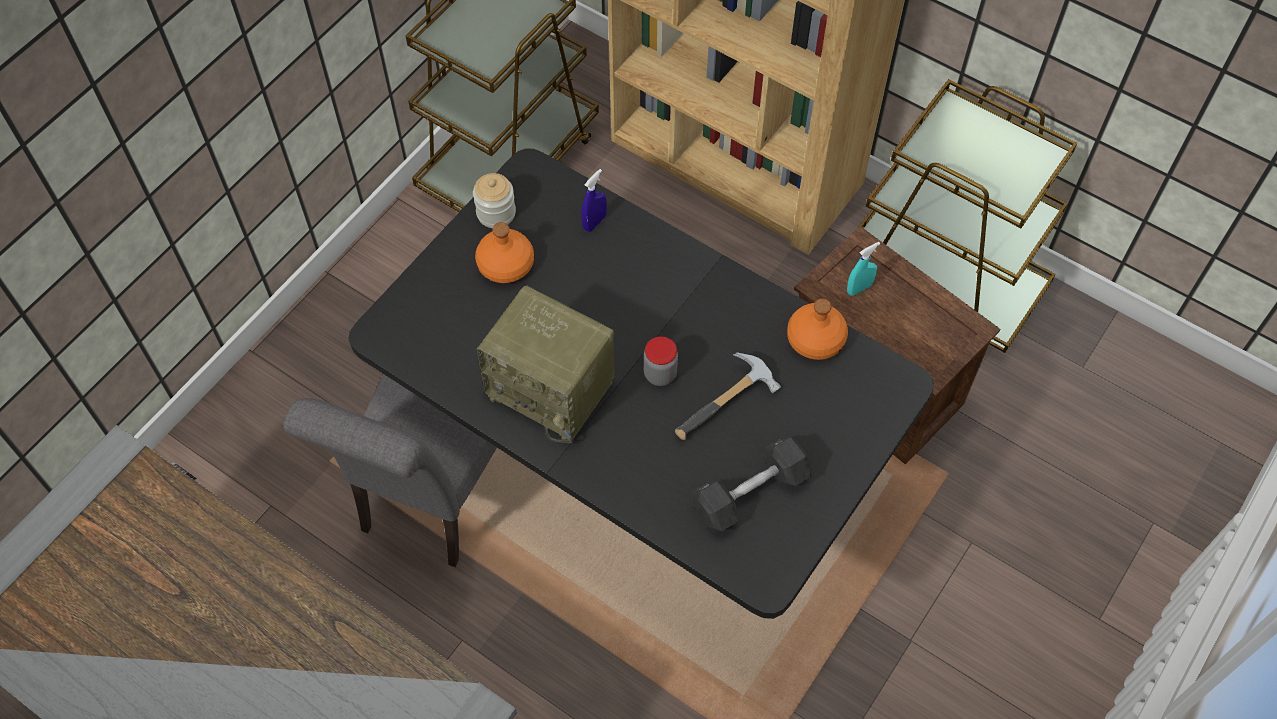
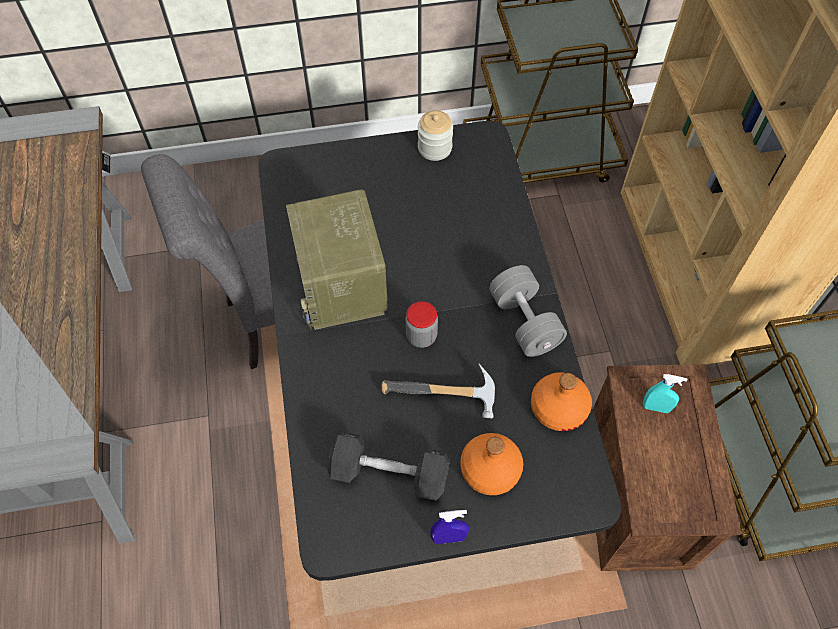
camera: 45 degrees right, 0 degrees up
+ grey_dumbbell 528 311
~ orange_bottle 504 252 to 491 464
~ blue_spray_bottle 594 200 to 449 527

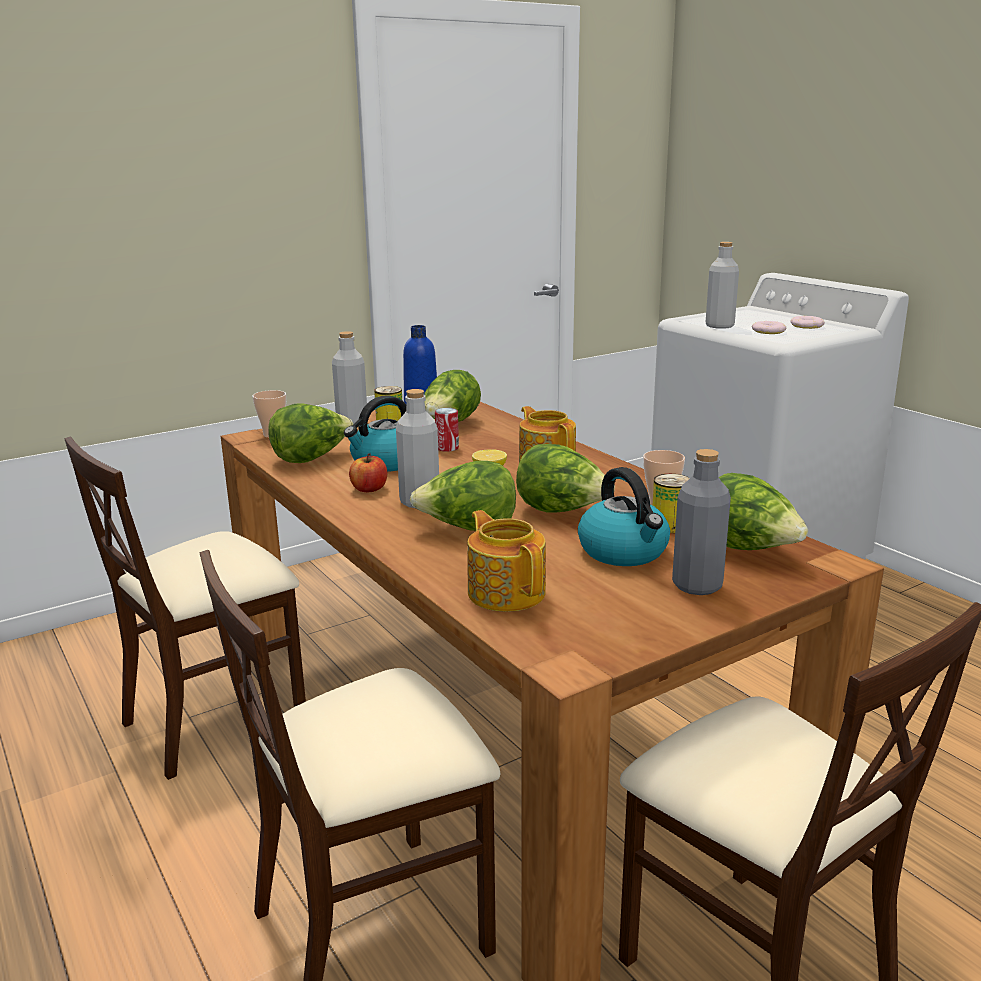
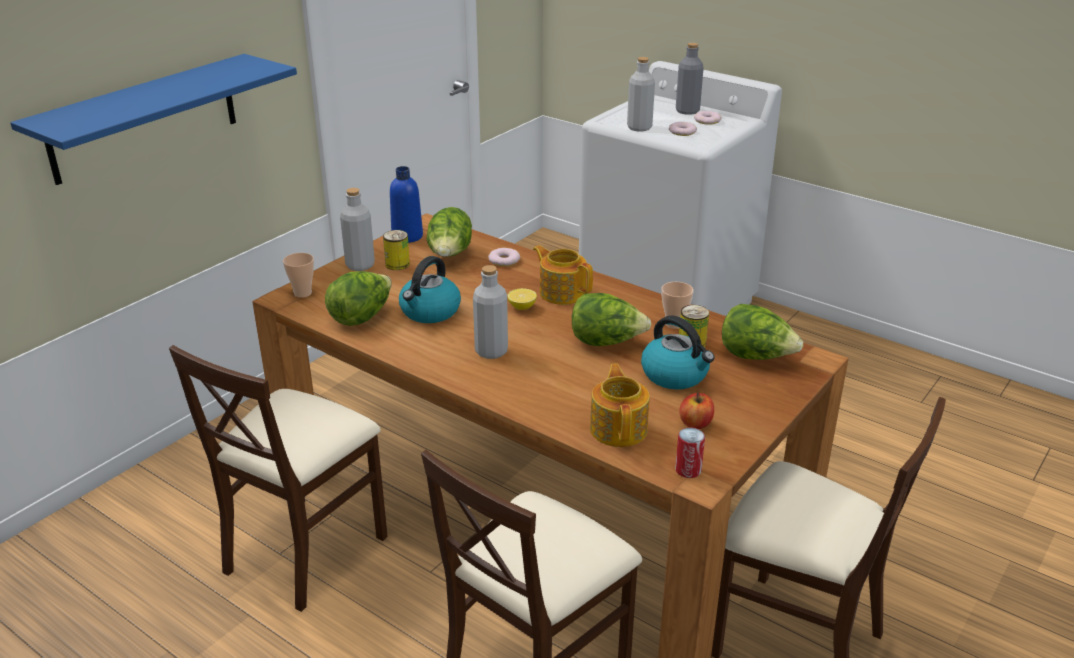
camera: 20 degrees left, 10 degrees up
- lettuce 463 496
+ blue_shelf 153 119
+ donut 504 257
~ apple 368 472 to 696 411
~ can 447 430 to 690 453
~ grey_bottle 701 522 to 690 79
~ teapot 506 561 = 620 405 45 degrees clockwise

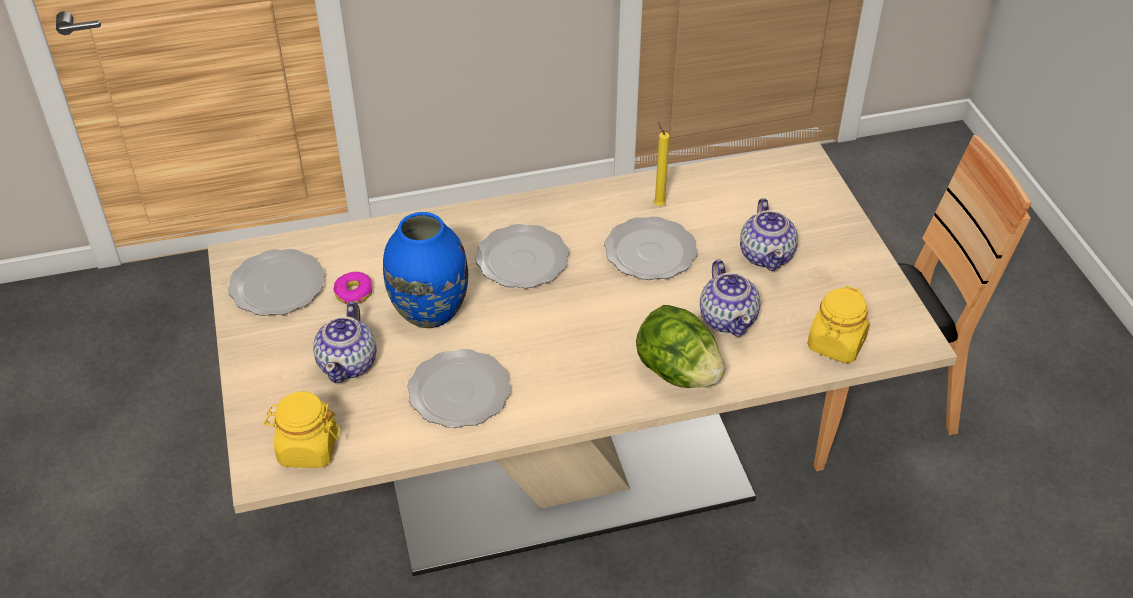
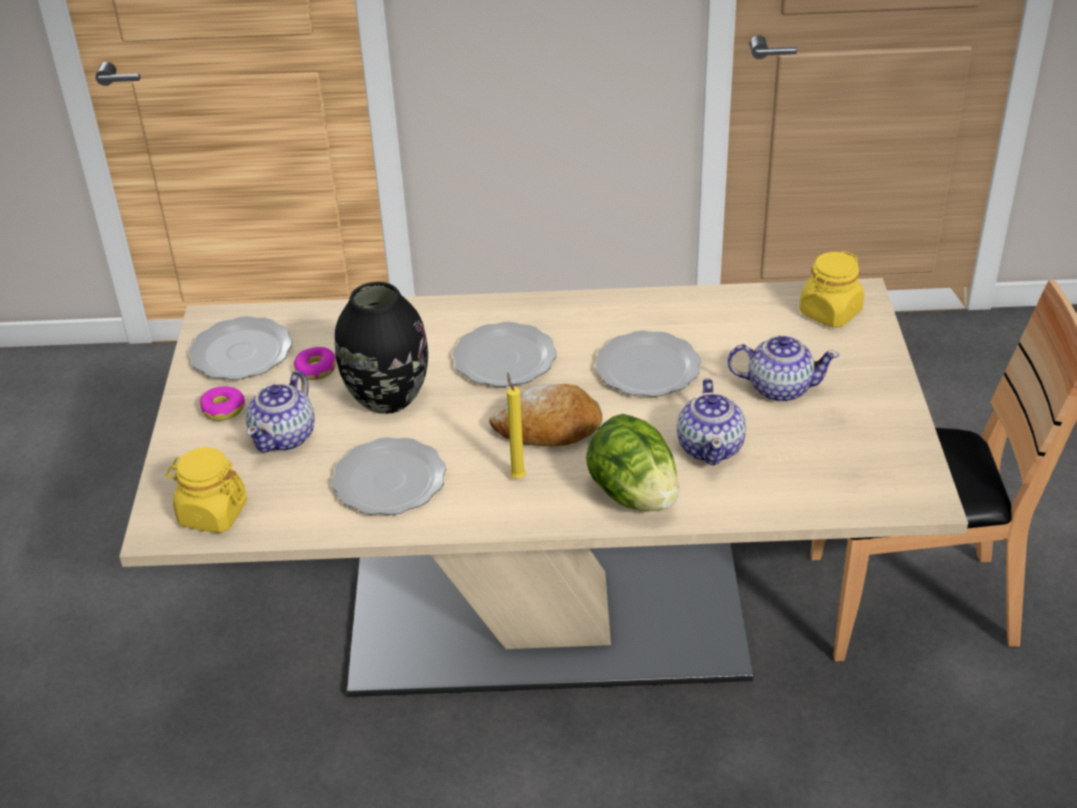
camera: 15 degrees right, 5 degrees down
+ donut 222 404
+ bread 545 415
~ yellow_candle 662 164 to 516 425
~ yellow_jar 838 324 to 832 289
~ blue_vase 425 270 to black_vase 381 348
~ teapot 769 234 = 783 368 90 degrees counterclockwise

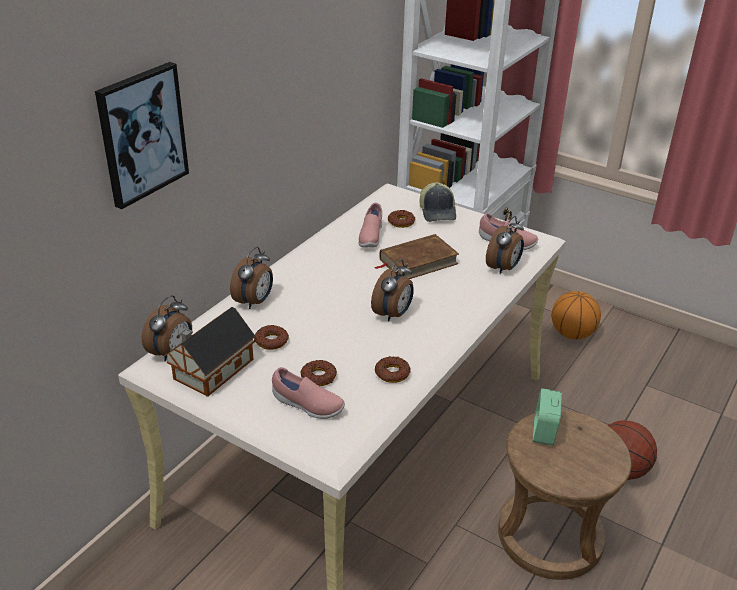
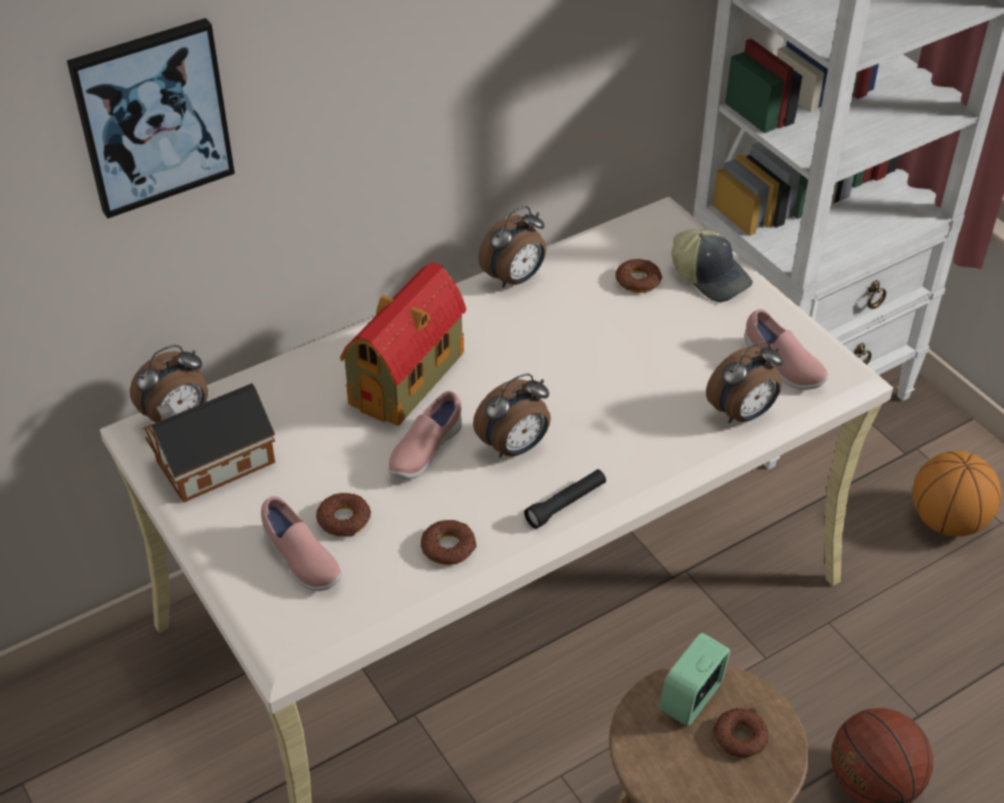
camera: 25 degrees right, 10 degrees up
- brown_book 417 256
+ toy_house 403 344
+ black_flashlight 565 499
~ alarm_clock 251 278 to 512 247
~ donut 271 337 to 740 733
~ pink_shoe 370 225 to 425 435
~ cap 438 202 = 712 265 60 degrees counterclockwise

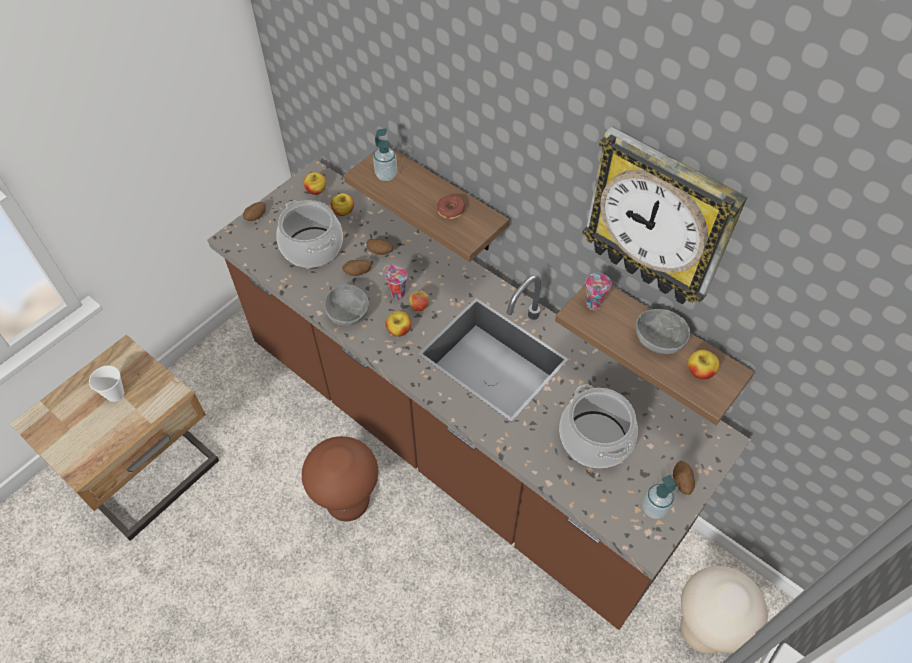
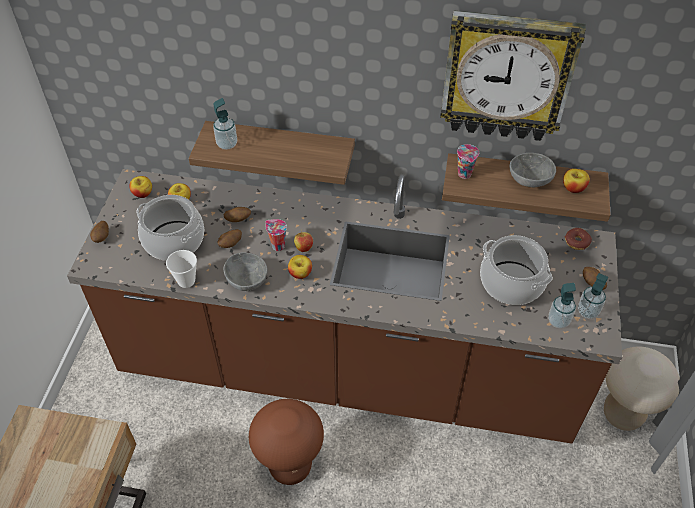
camera: 30 degrees left, 5 degrees down
+ soap_dispenser 562 306
~ cup 106 383 to 181 269
~ donut 451 207 to 578 239

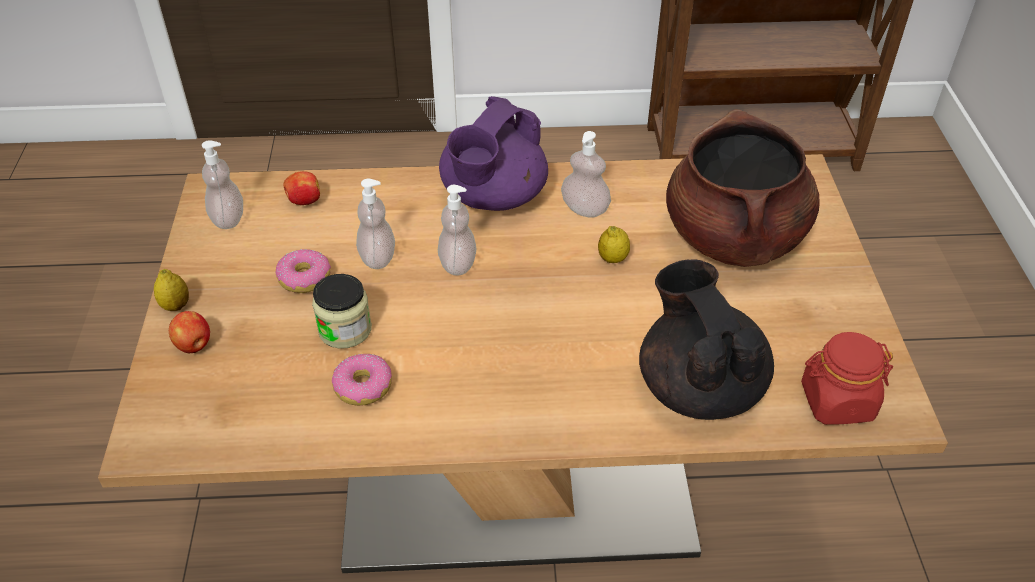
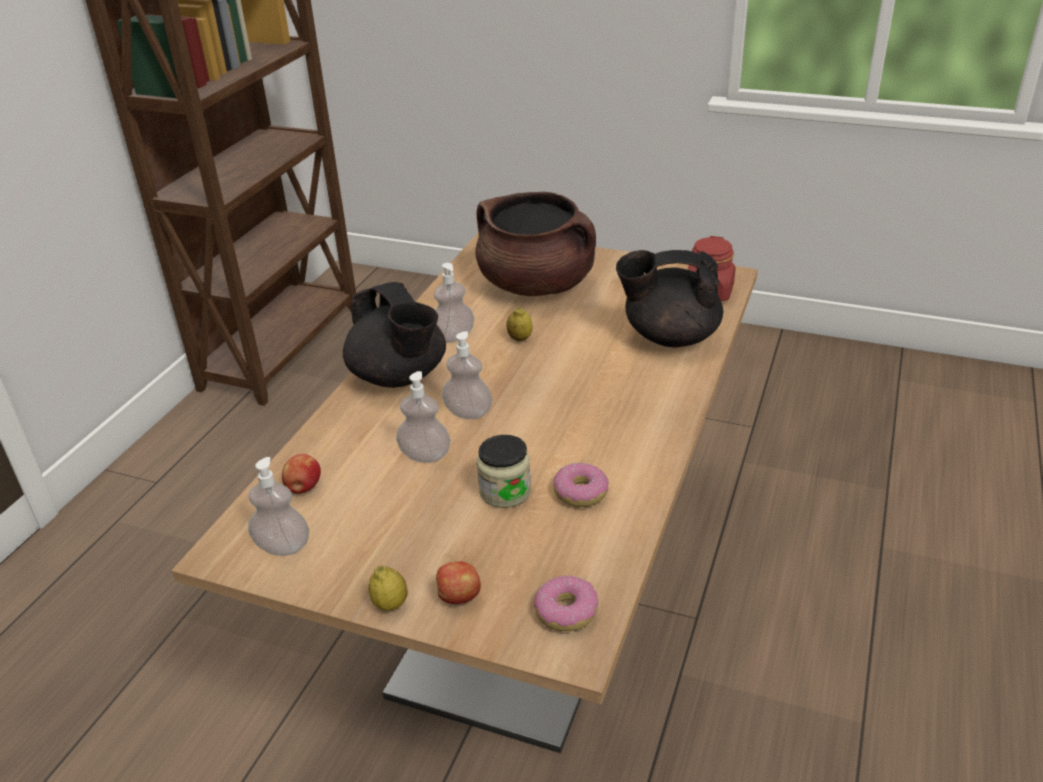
camera: 65 degrees left, 10 degrees down
~ donut 303 271 to 566 603
~ purple_teapot 493 153 to black_teapot 394 335

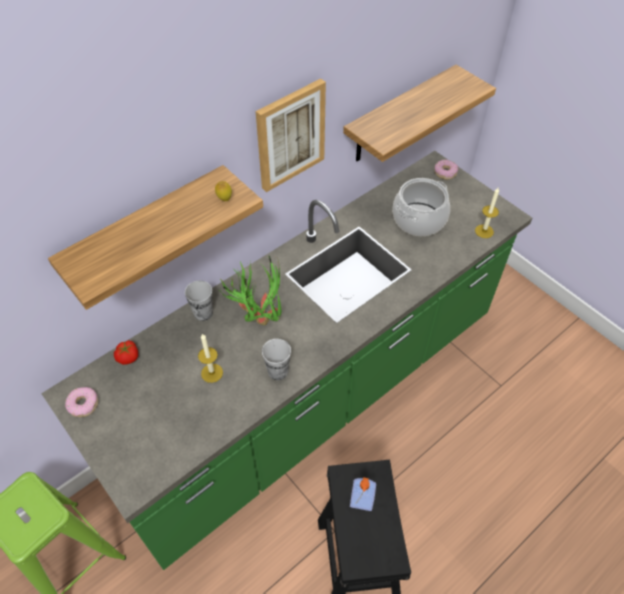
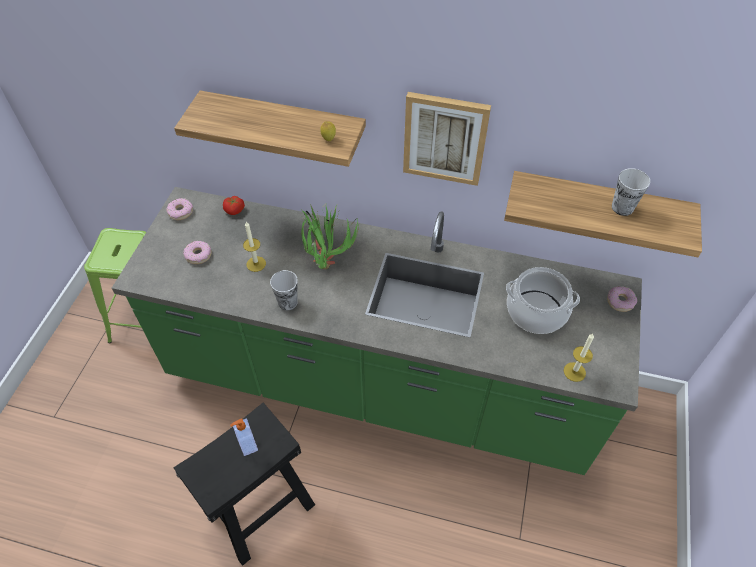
camera: 55 degrees right, 0 degrees up
+ donut 197 252
~ cup 199 301 to 631 192

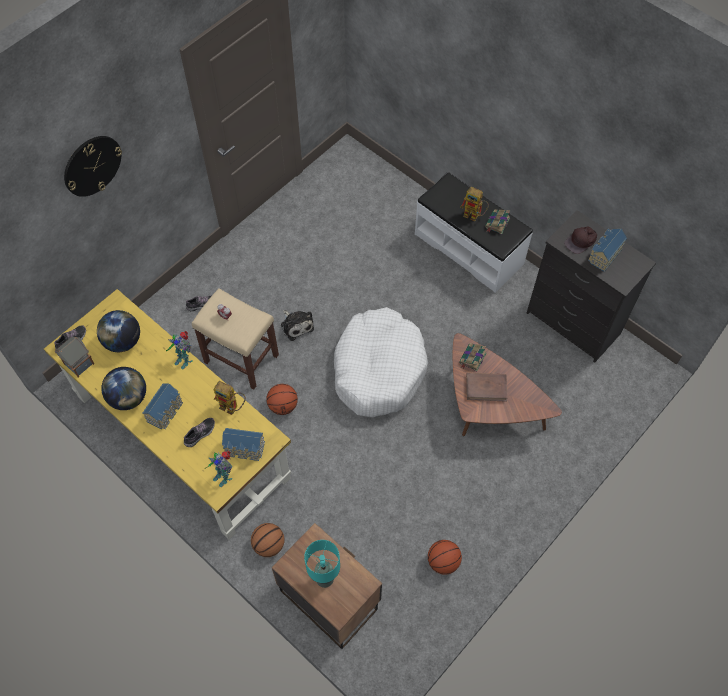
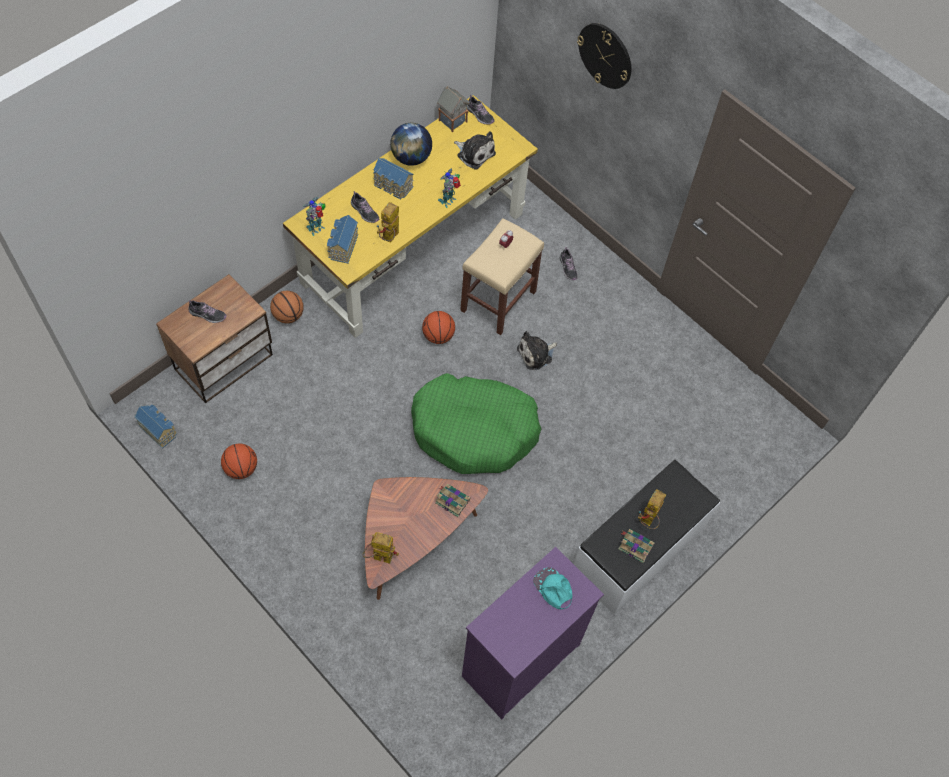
camera: 90 degrees right, 0 degrees up
- brown_book 486 387
+ toy_robot 381 548
~ toy_house 607 250 to 155 426
~ globe 118 331 to plush_toy 475 150
~ turquoise_table_lamp 322 564 to shoe 207 311
~ white_dog_bed 381 362 to green_dog_bed 476 423
~ black_dresser 591 286 to purple_dresser 533 633
~ brown_cap 580 240 to turquoise_cap 553 588

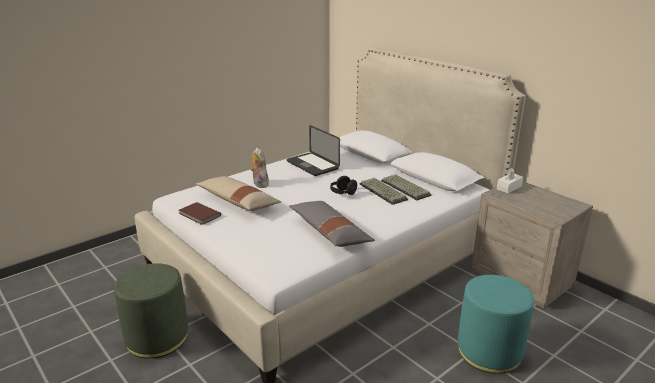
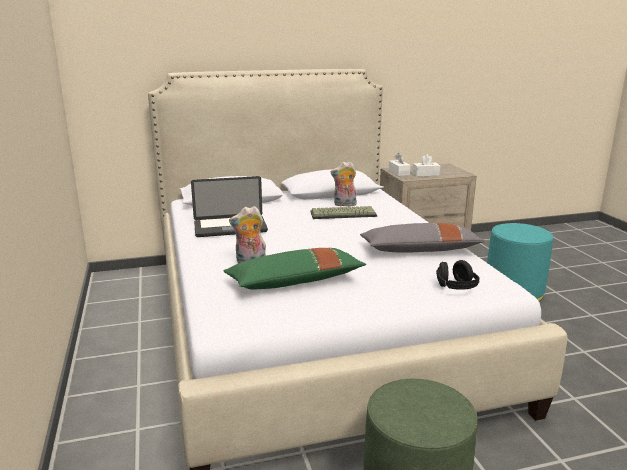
camera: 65 degrees left, 5 degrees down
- brown_book 200 213
+ white_tissue_box 426 165
~ black_headphones 343 185 to 458 275
~ keyboard 406 187 to plush_toy 344 184
~ beige_pillow 238 193 to green_pillow 295 269

